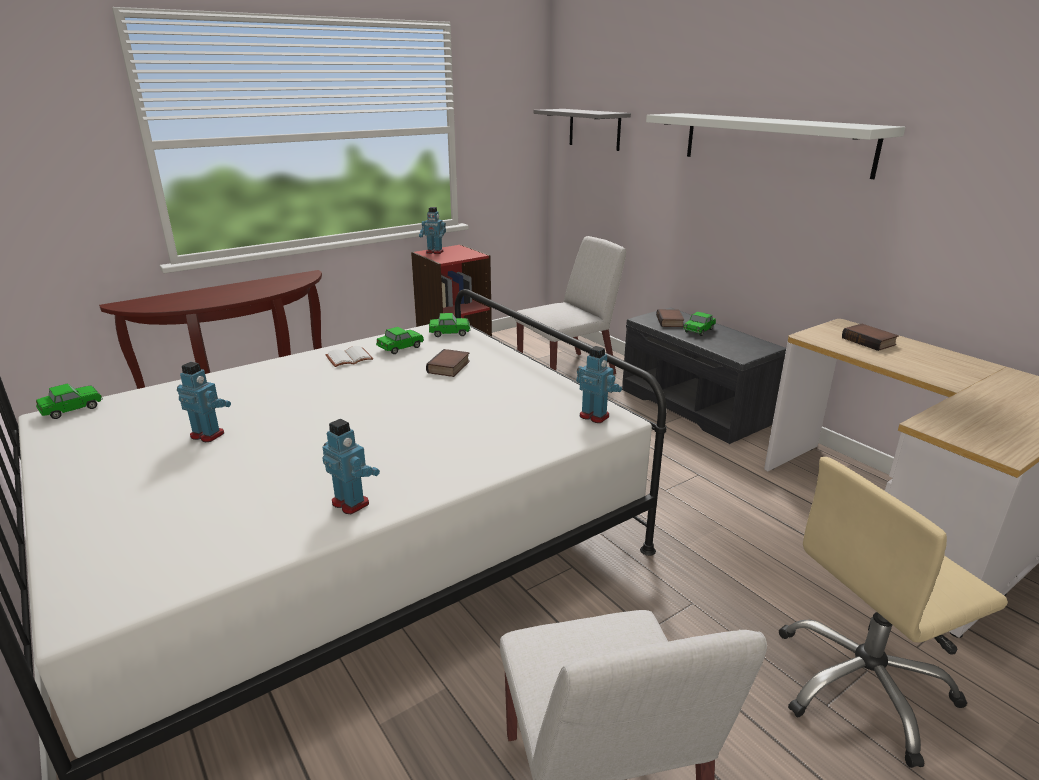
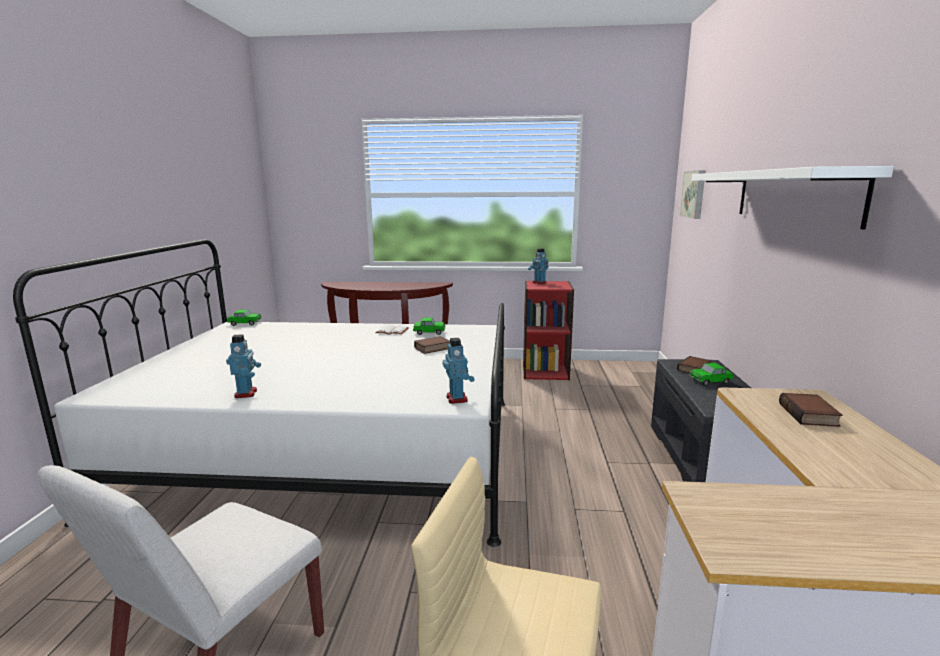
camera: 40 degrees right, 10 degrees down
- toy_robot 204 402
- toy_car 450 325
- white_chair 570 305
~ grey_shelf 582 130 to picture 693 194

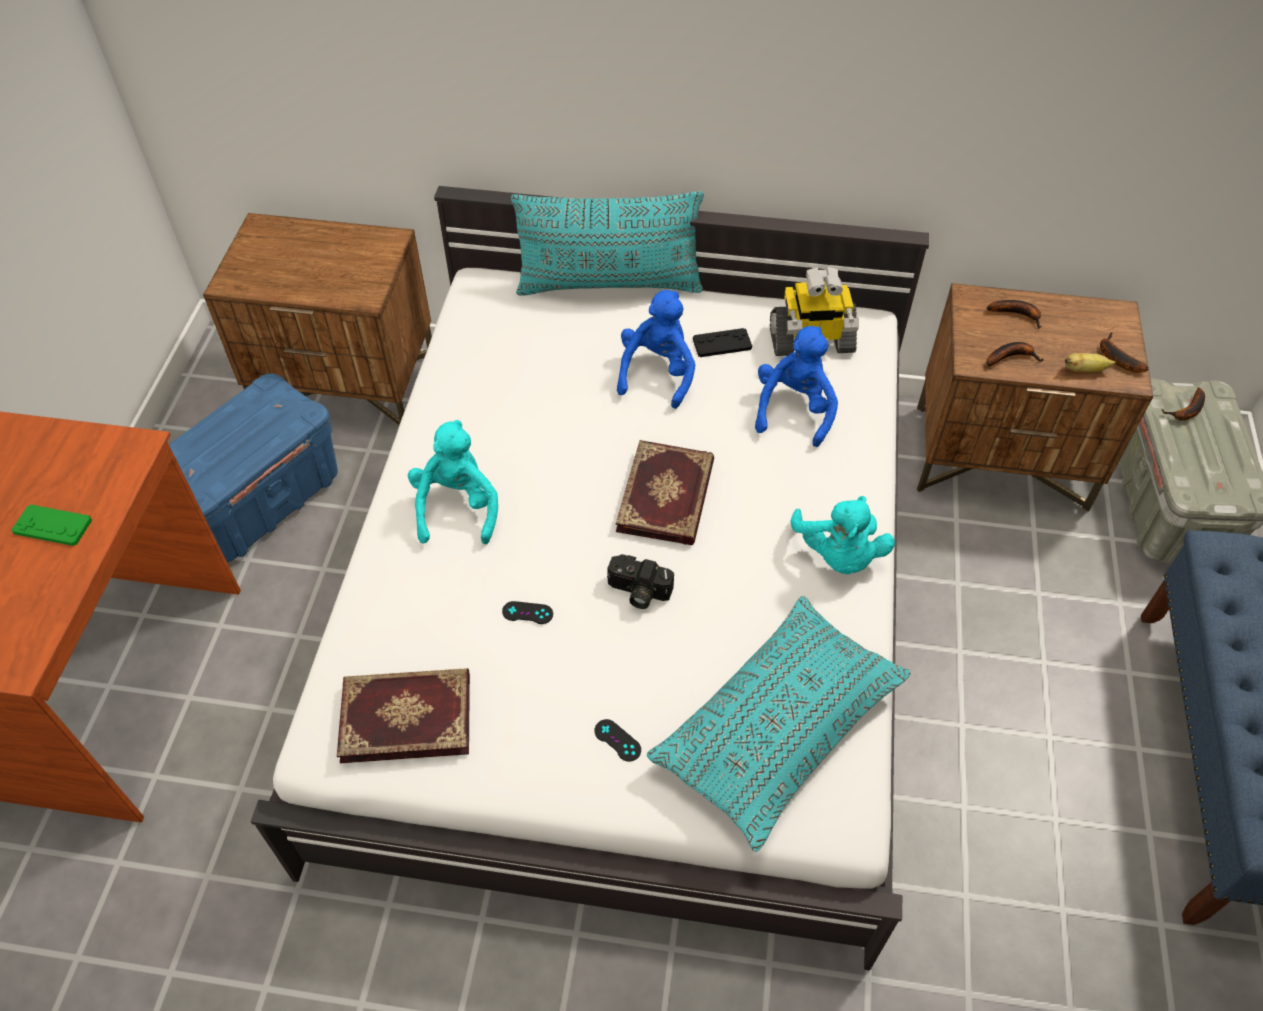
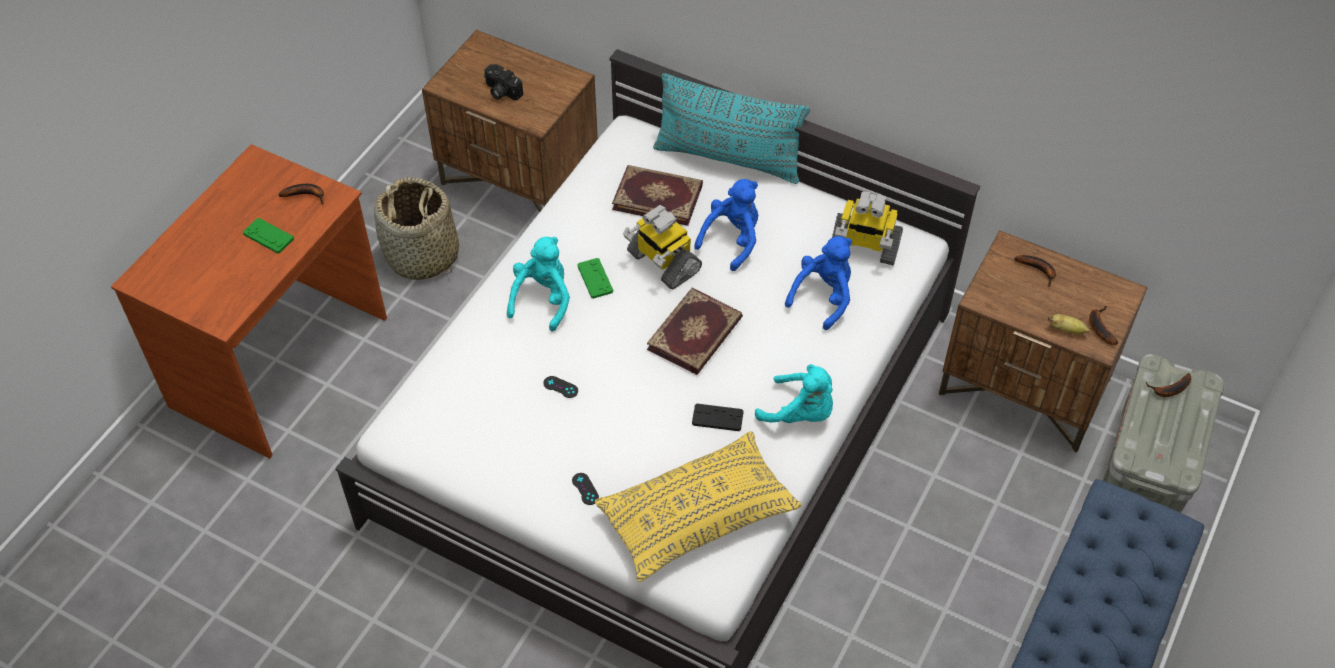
camera: 20 degrees right, 0 degrees up
+ green_game_controller 595 278
+ toy_robot 662 247
~ book 403 715 to 657 195
~ photo_camera 640 581 to 503 82
~ black_game_controller 722 342 to 718 417
~ banana 1015 354 to 301 194
~ blue_storage_box 253 467 to basket 416 228
~ turquoise_pillow 779 724 to yellow_pillow 698 506
~ turquoise_plush_toy 842 535 = 794 393 75 degrees counterclockwise

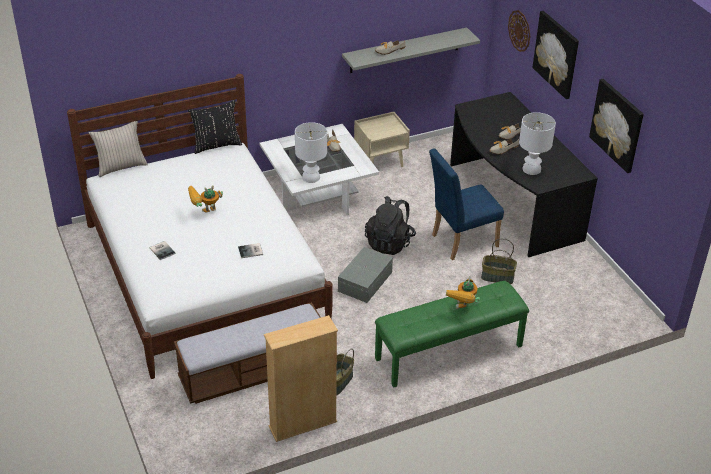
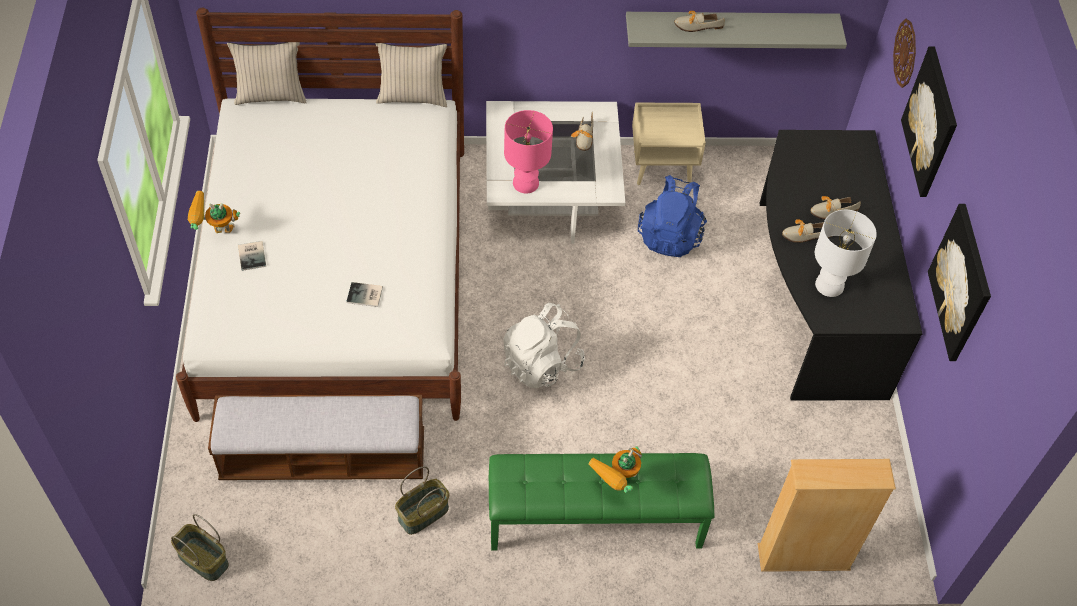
camera: 20 degrees right, 15 degrees up
- black_backpack 390 225
- blue_chair 466 204
+ blue_backpack 672 216
~ toy_robot 205 199 to 214 212
~ beige_bookcase 301 378 to 827 515
~ basket 499 261 to 200 547
~ grey_storage_box 365 275 to white_backpack 544 345
~ black_pillow 215 127 to beige_pillow 411 75
~ white_table_lamp 311 152 to pink_table_lamp 528 151

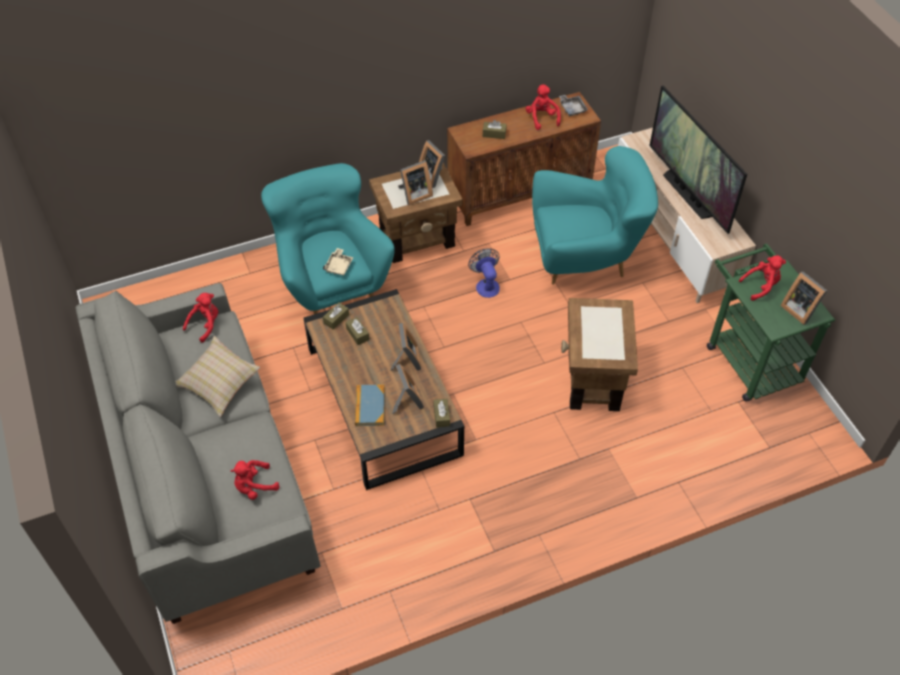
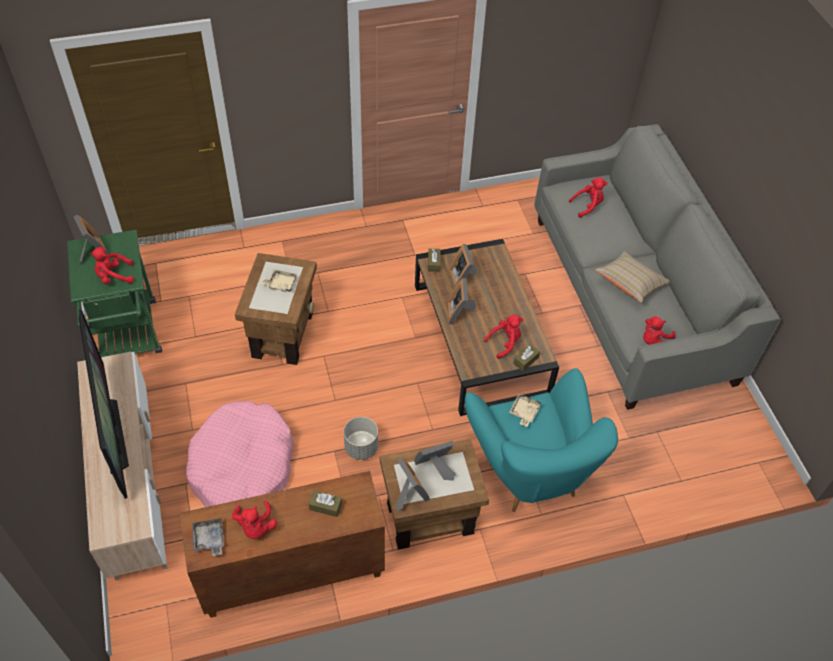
camera: 175 degrees left, 0 degrees up
- book 370 405
+ beige_tray 279 280
~ brown_tissue_box 357 331 to red_plush_toy 503 337
~ fan 484 273 to grey_planter 361 438
~ turquoise_armchair 595 215 to pink_dog_bed 239 454

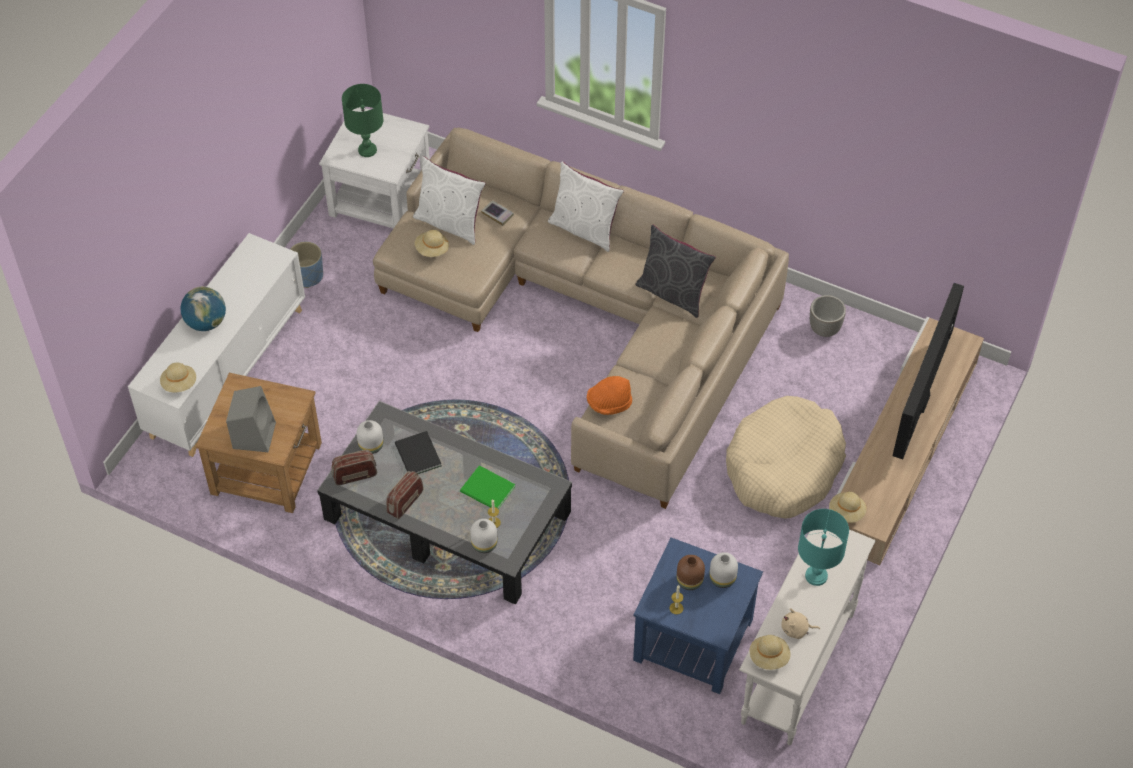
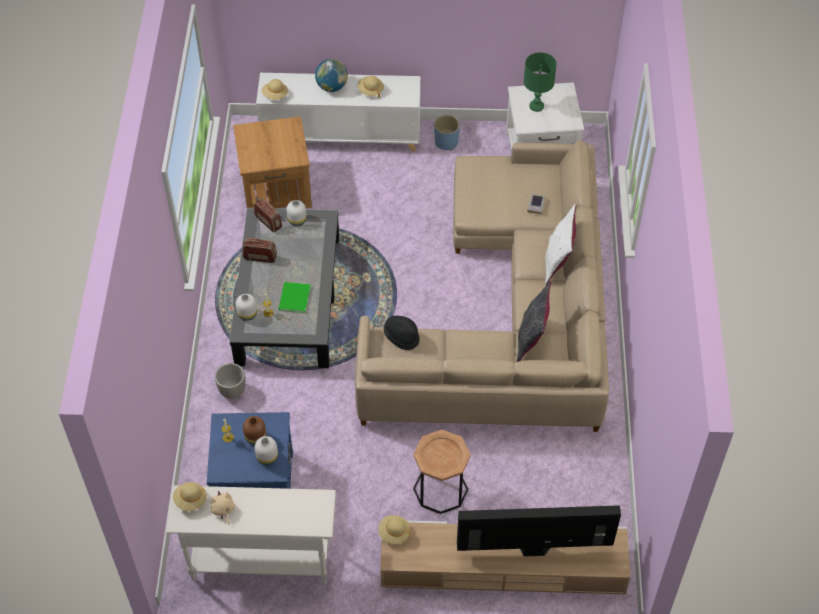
camera: 65 degrees right, 0 degrees up
- grey_speaker 251 419
- black_book 418 452
- white_pillow 449 200
- turquoise_table_lamp 823 547
~ beige_hat 432 243 to 370 87
~ planter 828 316 to 230 381
~ beige_dog_bed 786 457 to brown_side_table 442 472
~ orange_hat 609 395 to black_hat 402 333

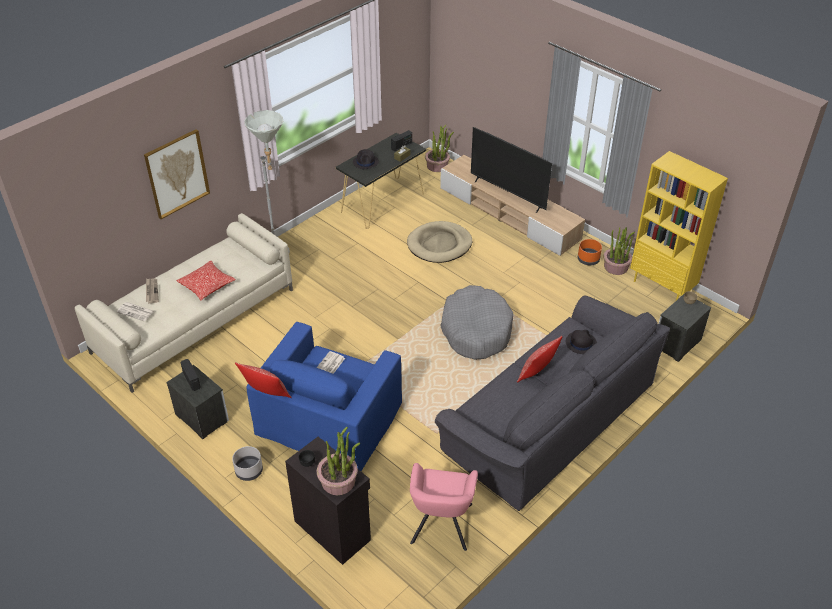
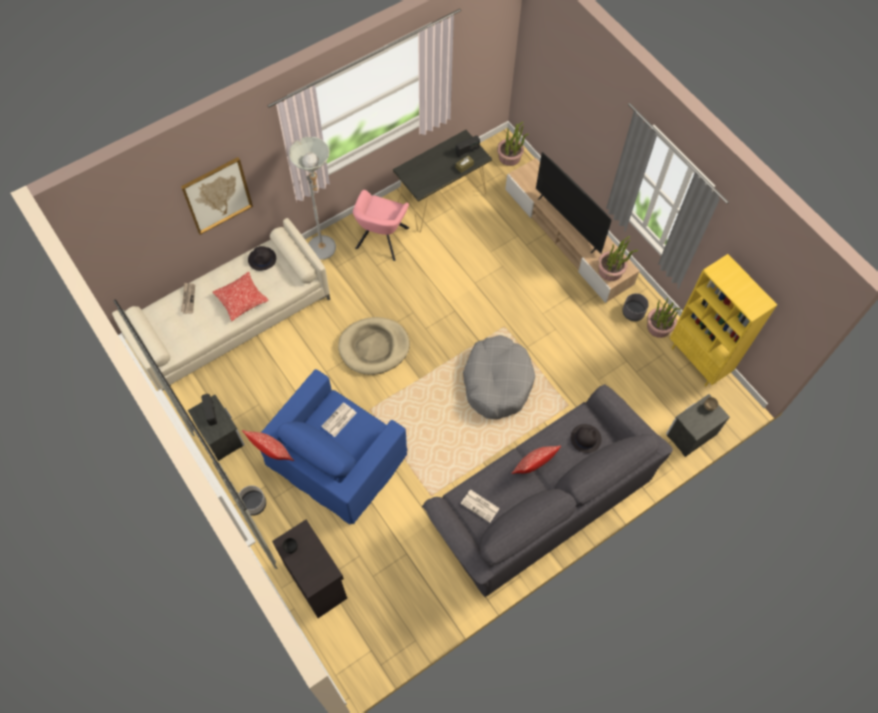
camera: 10 degrees right, 20 degrees up
~ newspaper 135 311 to 480 506
~ potted_plant 338 461 to 618 258
~ black_hat 366 159 to 262 258
~ beige_dog_bed 439 242 to 374 346
~ pink_armchair 444 507 to 381 225
~ orange_planter 590 252 to grey_planter 635 307

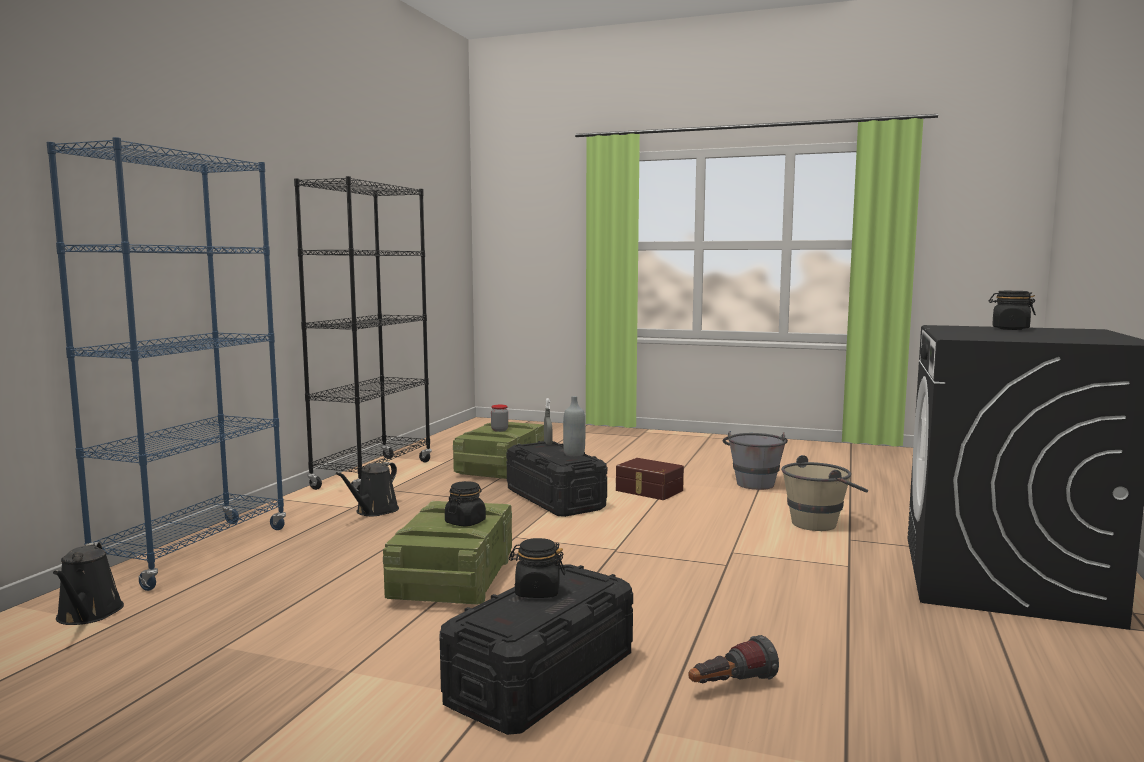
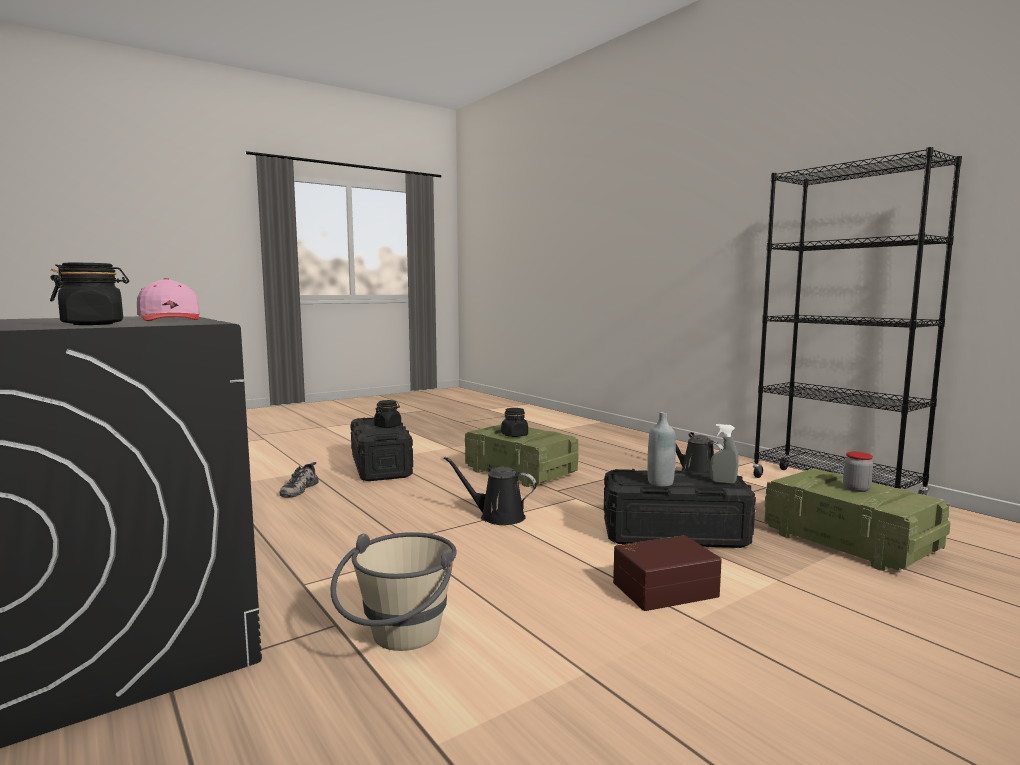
camera: 125 degrees right, 0 degrees up
- blue_bookcase 166 364
- grey_bucket 755 460
+ pink_cap 168 299
~ black_watering_can 88 583 to 490 491
~ flashlight 733 659 to shoe 299 480

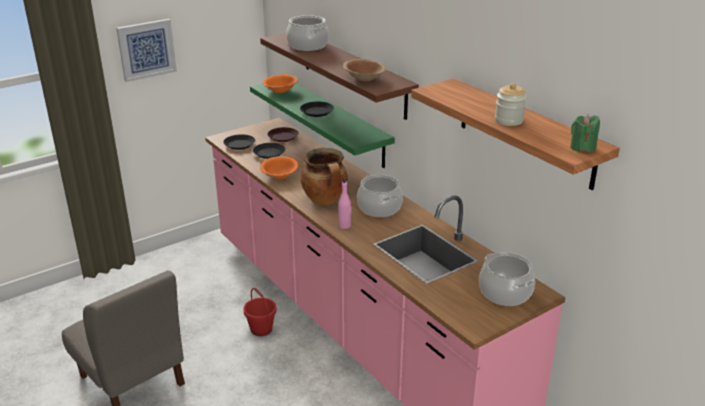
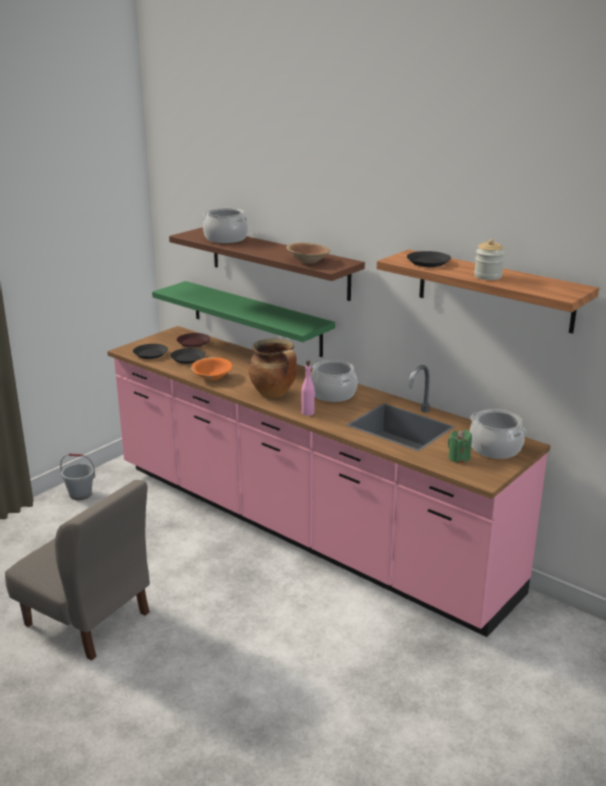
camera: 15 degrees left, 5 degrees down
- picture 146 50
- red_bucket 260 312
- orange_bowl 280 83
+ grey_bucket 77 476
~ black_plate 317 109 to 429 259
~ green_candle 585 133 to 460 446

